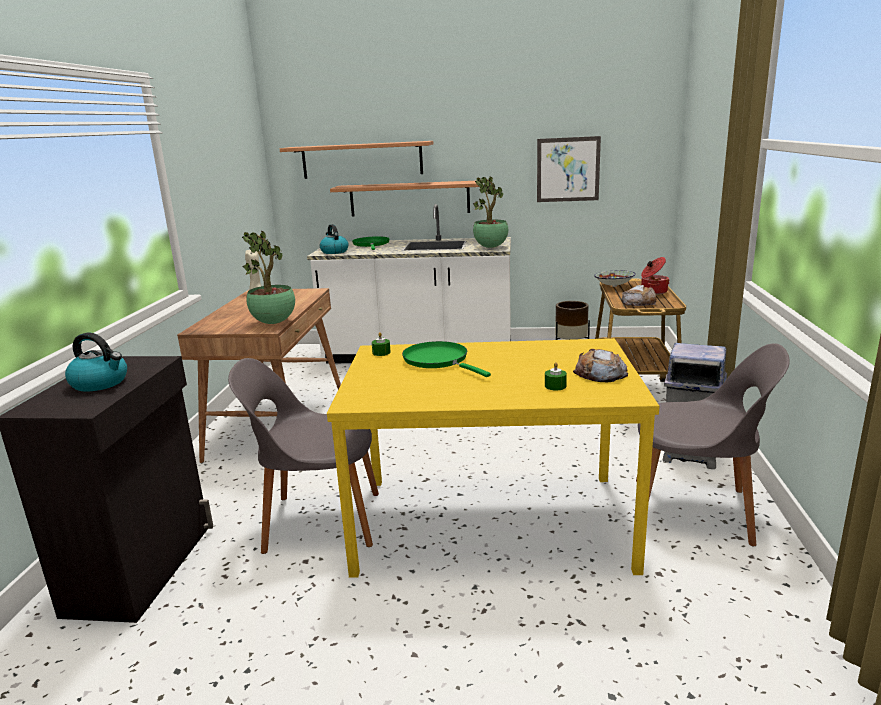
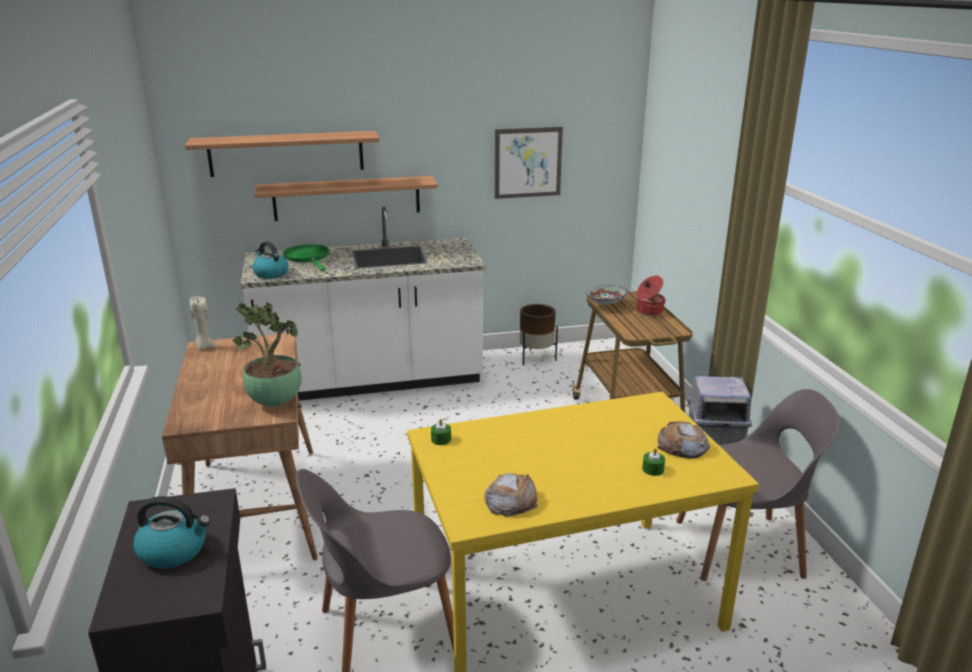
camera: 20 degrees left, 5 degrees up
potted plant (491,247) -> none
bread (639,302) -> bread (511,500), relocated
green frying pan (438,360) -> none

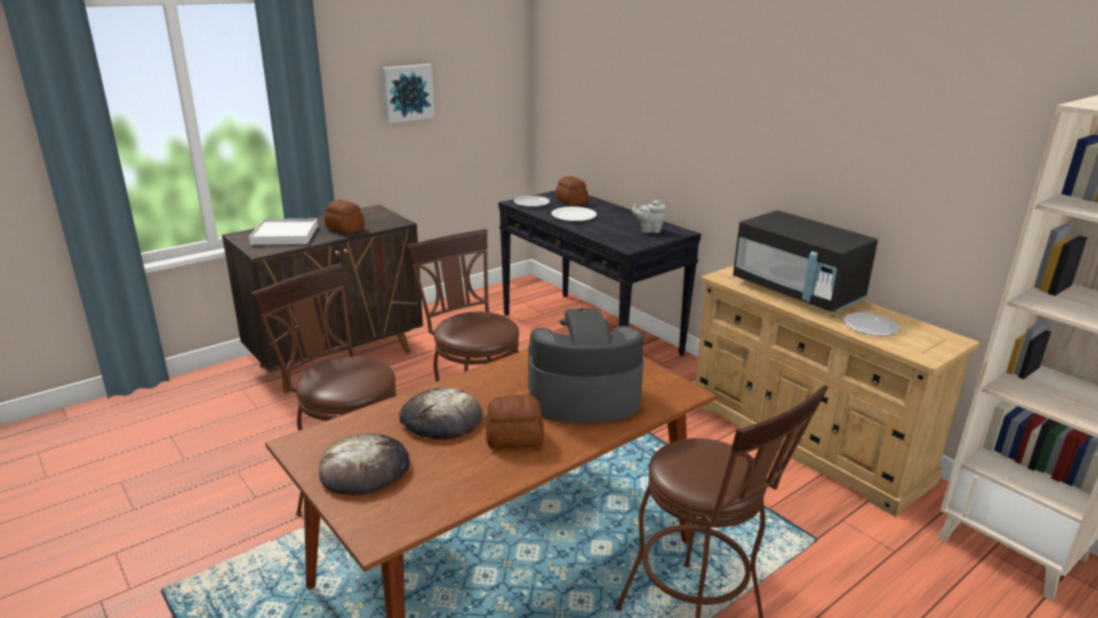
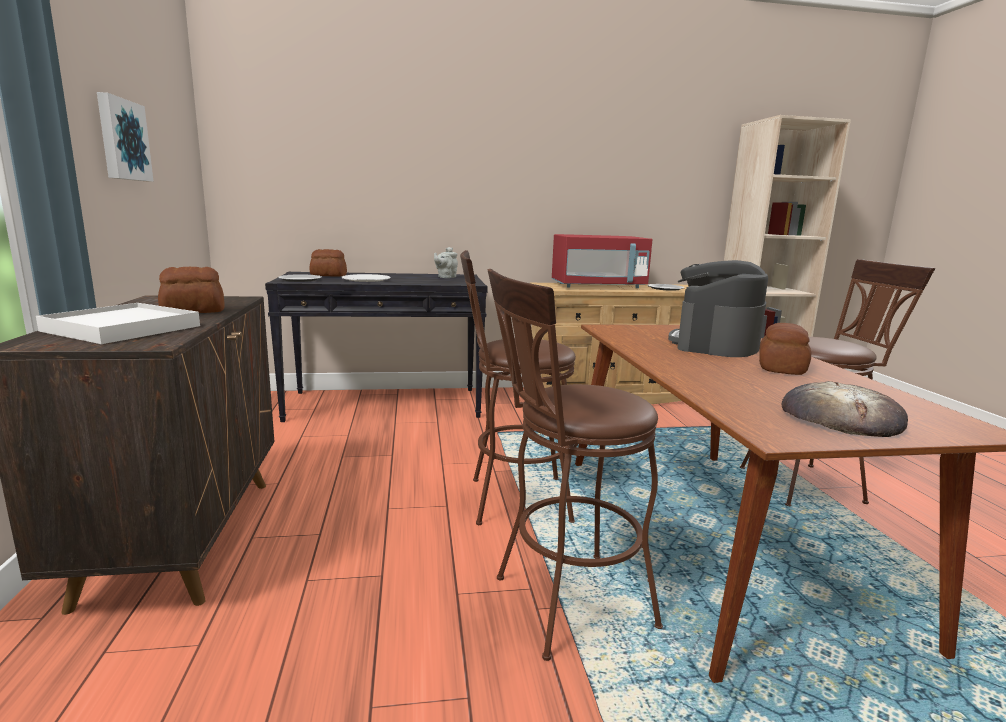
camera: 60 degrees left, 10 degrees down
black microwave (797,292) -> red microwave (598,286)
bread (441,419) -> none

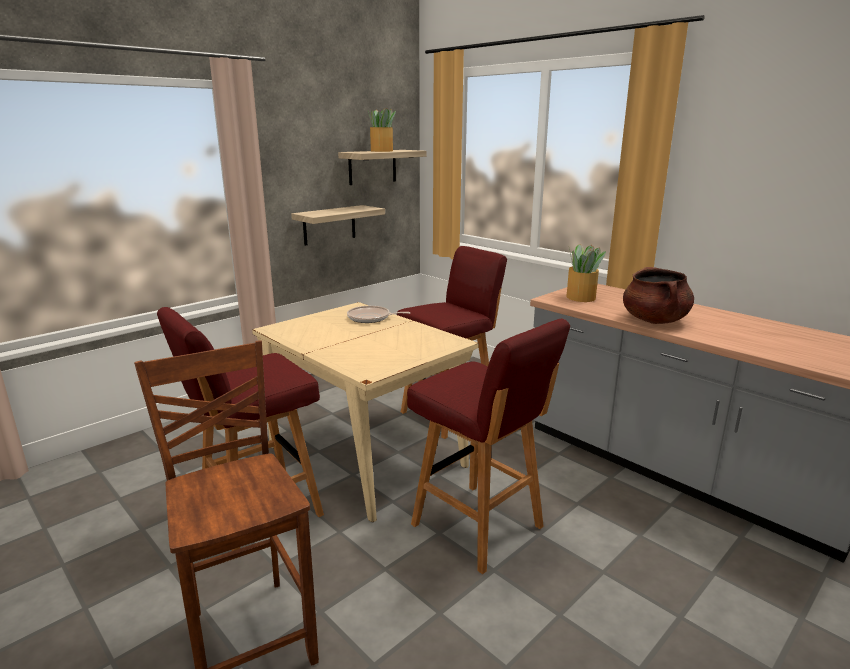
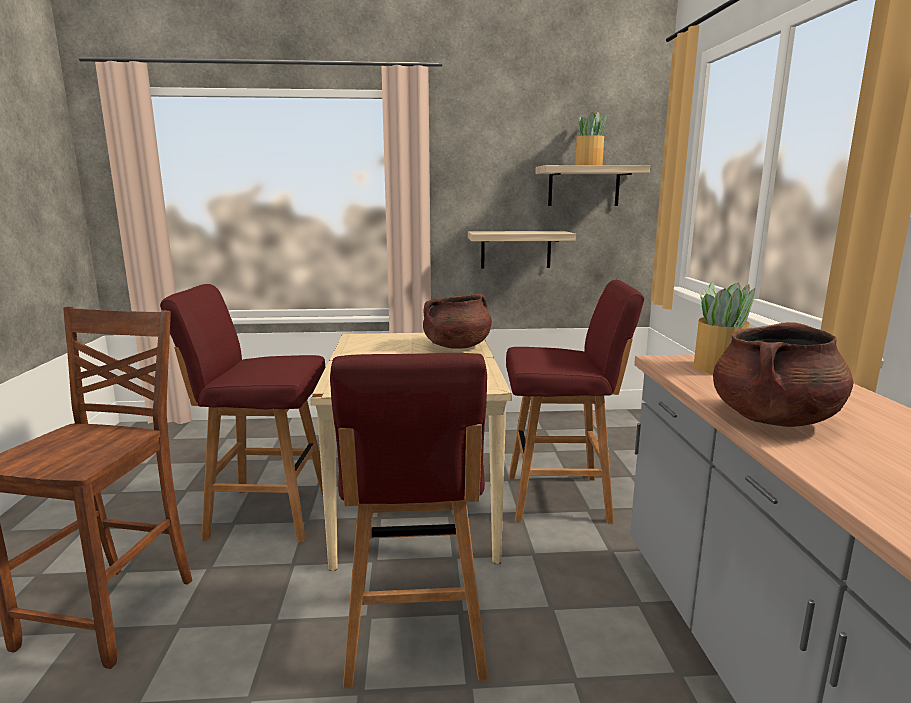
camera: 40 degrees right, 5 degrees down
frying pan (371,318) -> brown cooking pot (457,346)

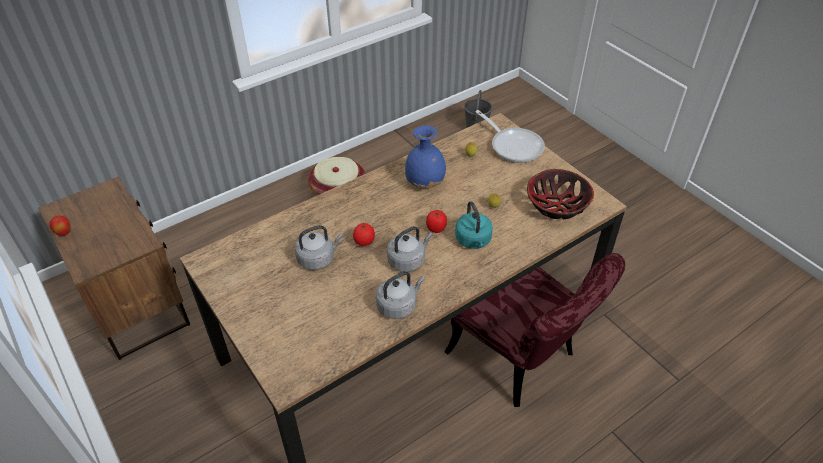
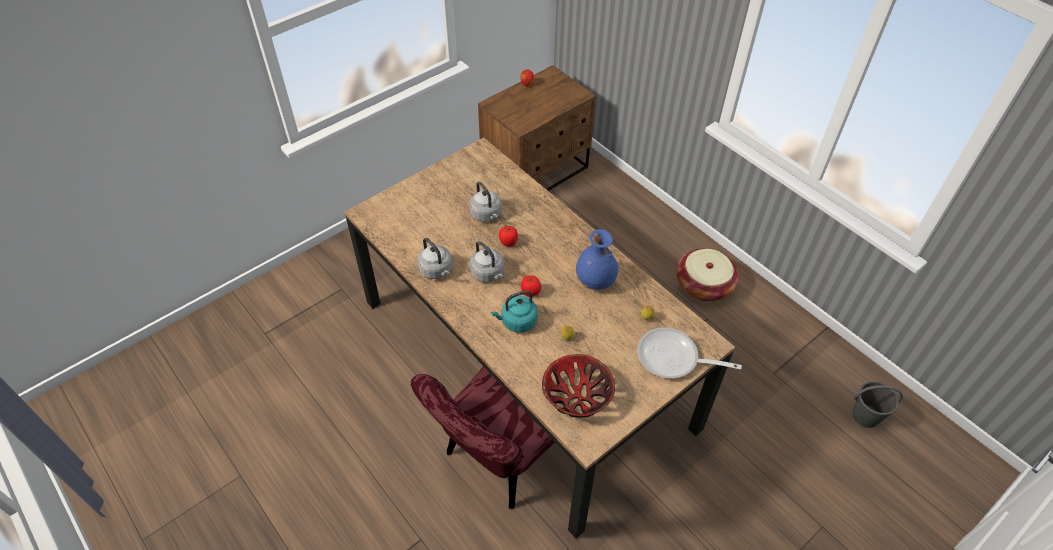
camera: 85 degrees right, 5 degrees up
frying pan (513,146) -> frying pan (673,358), 60 degrees clockwise

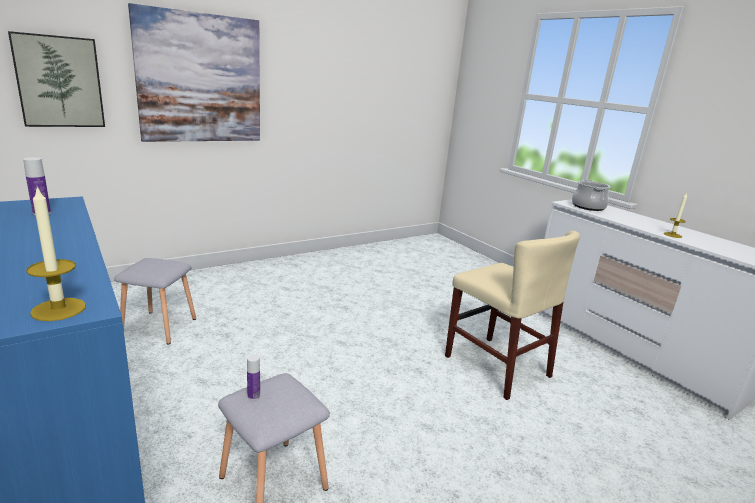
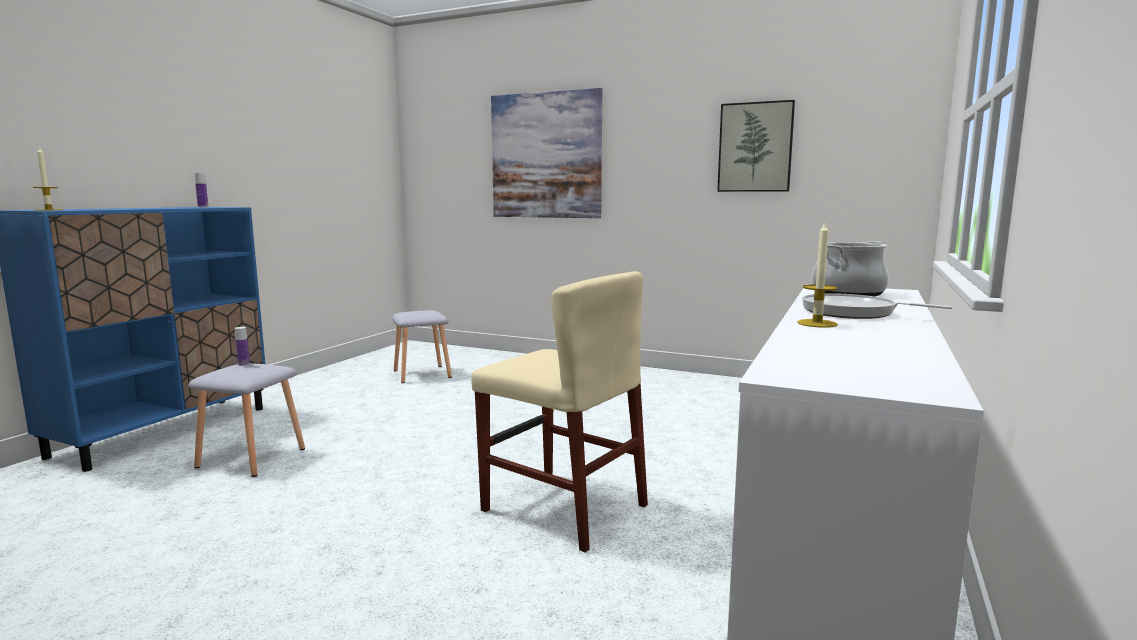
camera: 60 degrees right, 10 degrees down
picture (59,82) -> picture (755,147), relocated
beige chair (496,366) -> beige chair (564,508), 75 degrees counterclockwise
none -> frying pan (853,312)

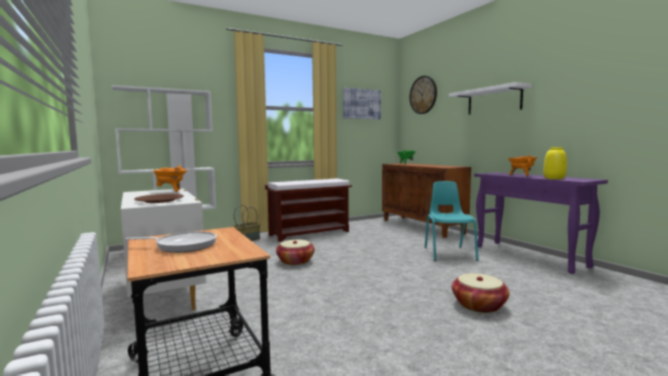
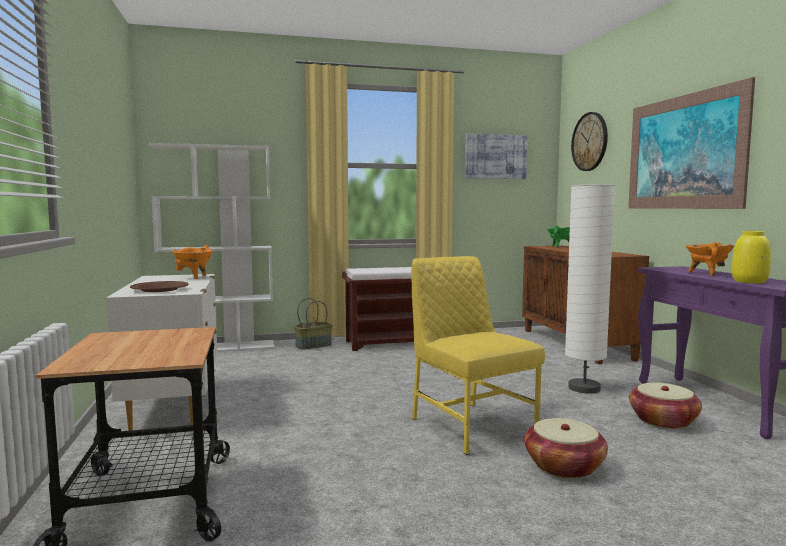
camera: 15 degrees right, 0 degrees up
white shelf (494,101) -> picture (683,152)
turquoise chair (449,253) -> white floor lamp (584,388)
frying pan (183,245) -> none
basket (295,261) -> basket (663,421), relocated
none -> yellow chair (470,425)

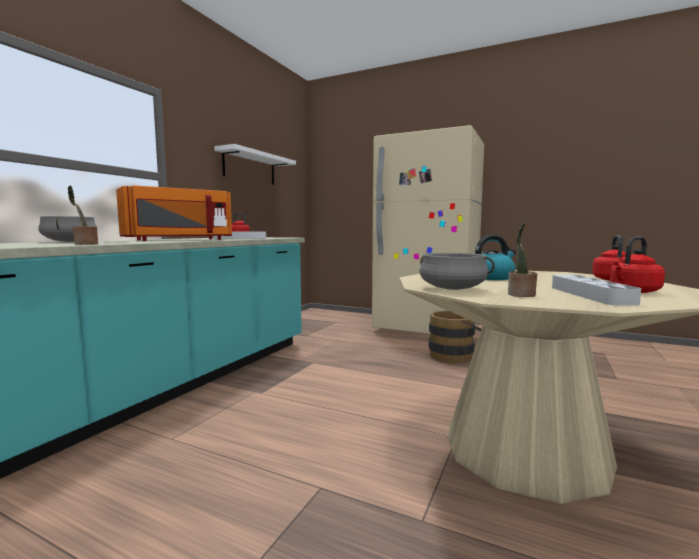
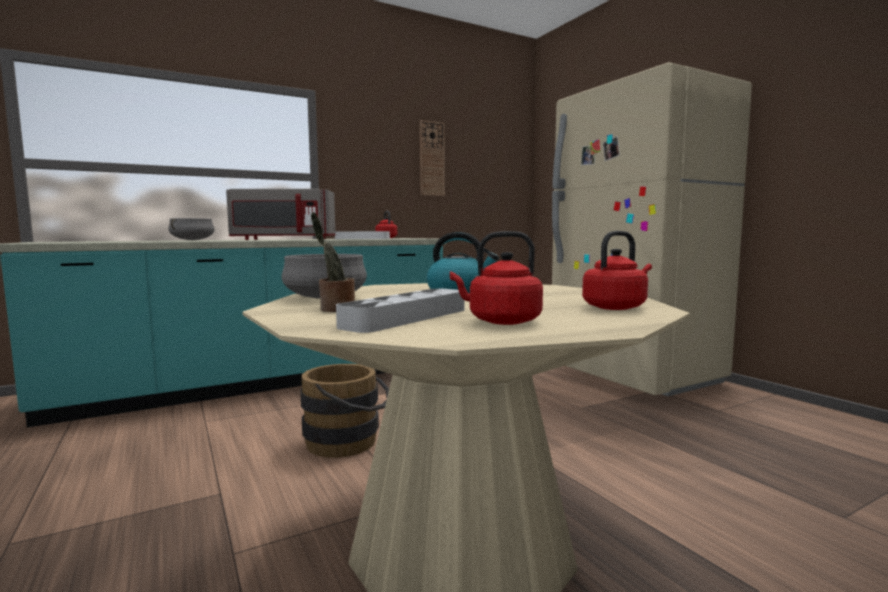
camera: 35 degrees right, 0 degrees up
white shelf (249,168) -> wall clock (431,159)
potted plant (84,244) -> none
orange microwave (179,240) -> grey microwave (283,239)
brown bucket (454,355) -> brown bucket (348,443), relocated

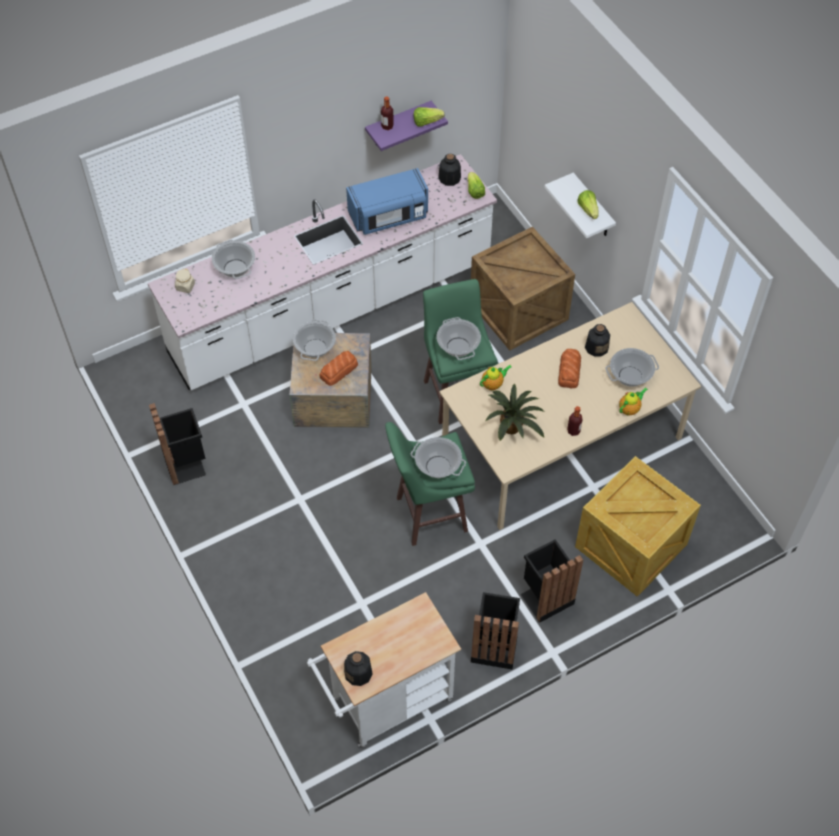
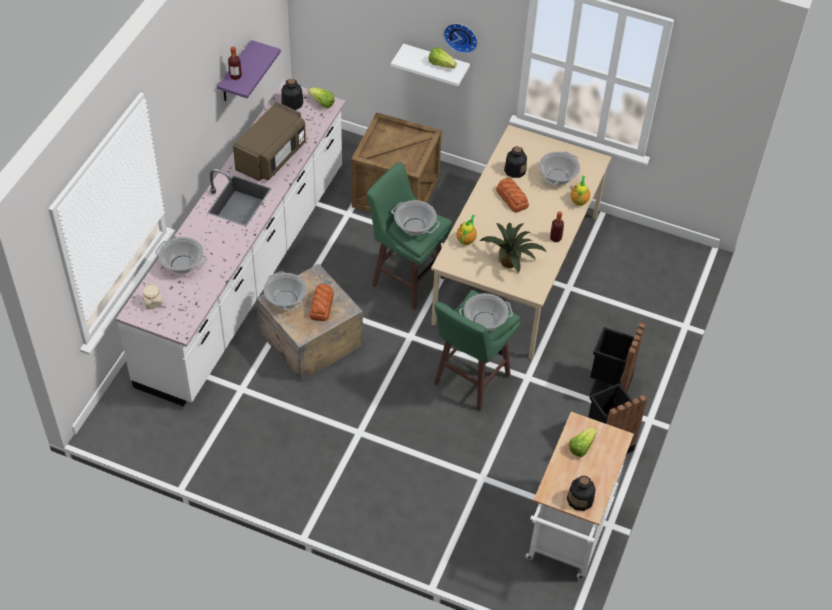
camera: 40 degrees left, 5 degrees down
lettuce (426,122) -> lettuce (581,447), relocated
blue microwave (389,216) -> brown microwave (272,156)
black trash can (186,463) -> none
crate (629,545) -> none
none -> wall clock (461,36)

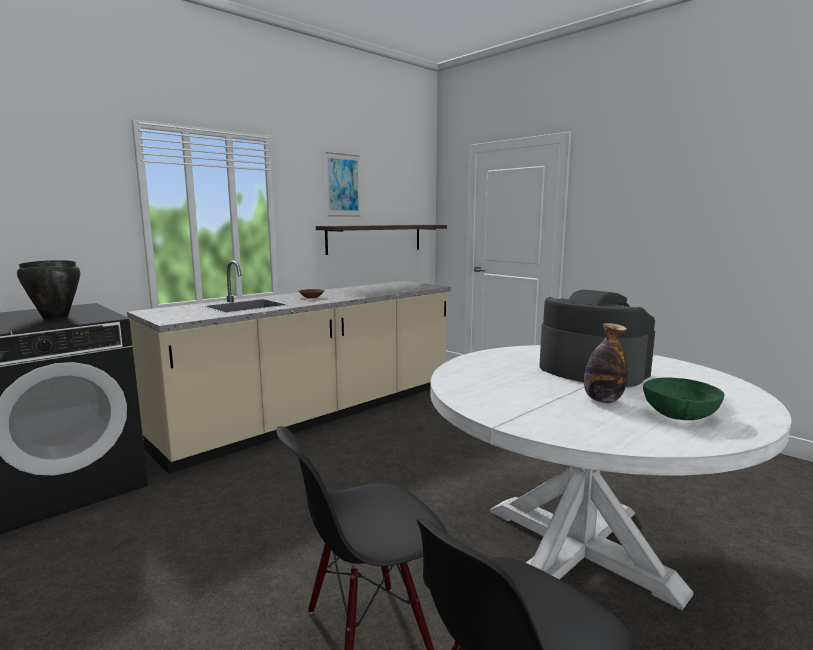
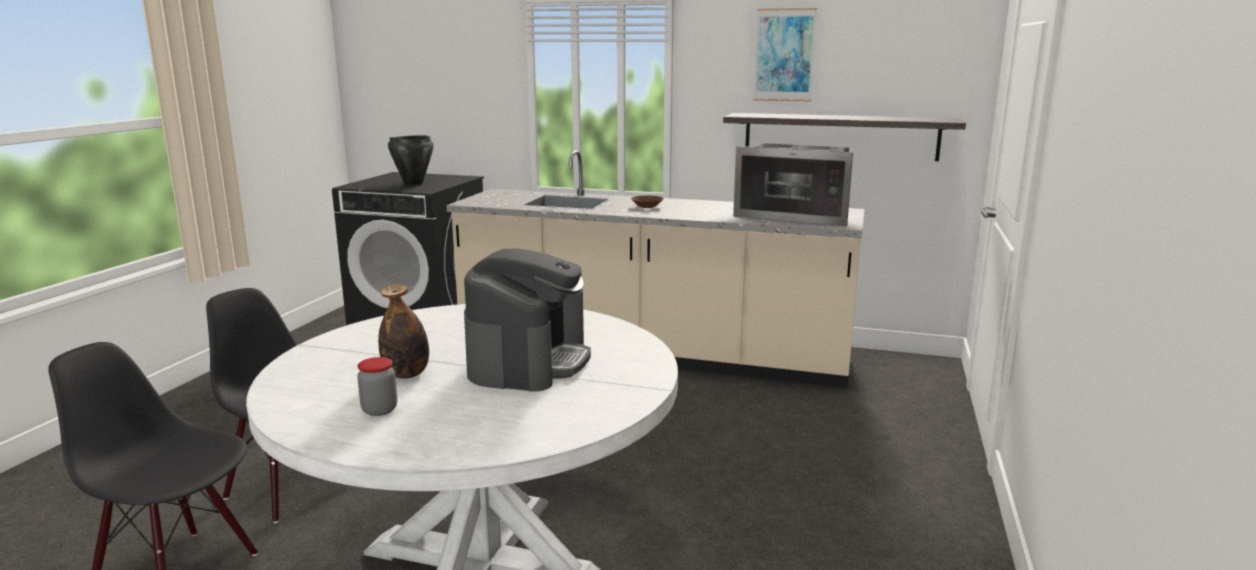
camera: 60 degrees right, 5 degrees up
green bowl (679,414) -> jar (379,410)
none -> microwave (795,215)

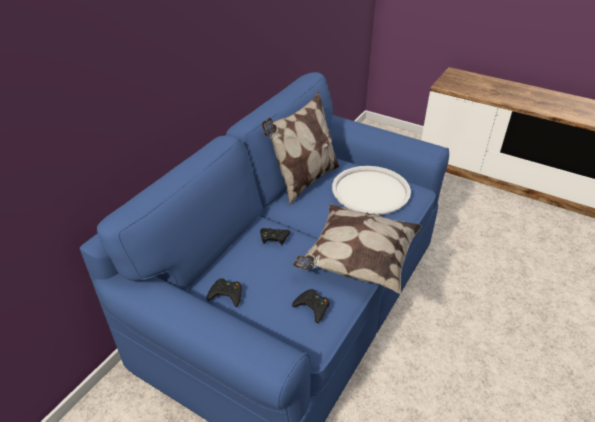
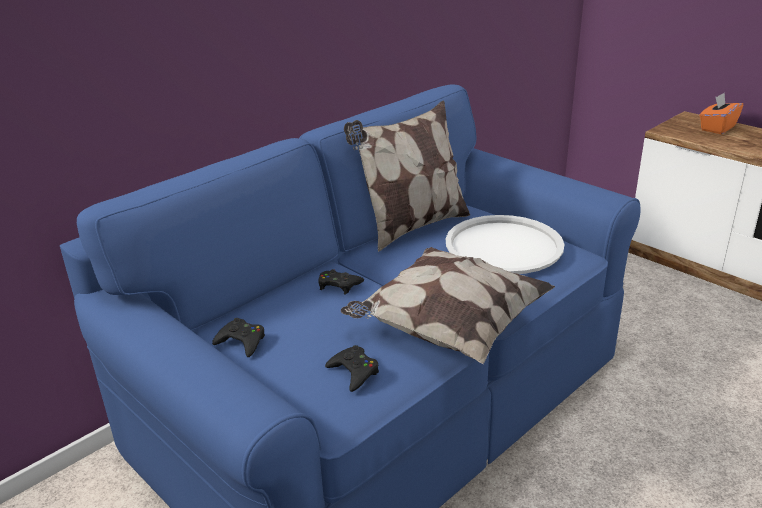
camera: 15 degrees right, 10 degrees down
none -> orange tissue box (717,128)

